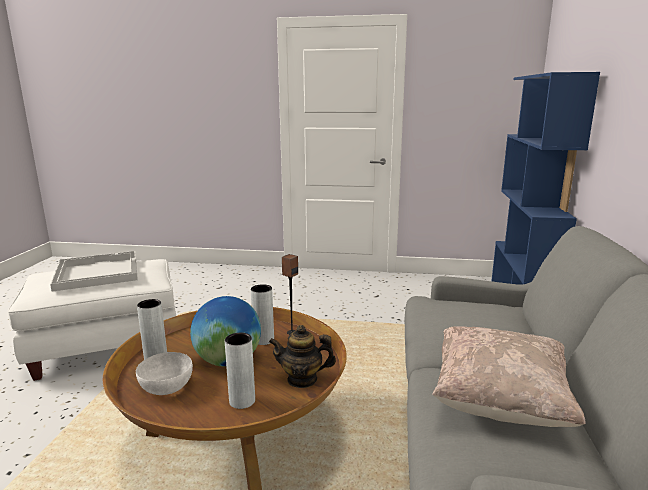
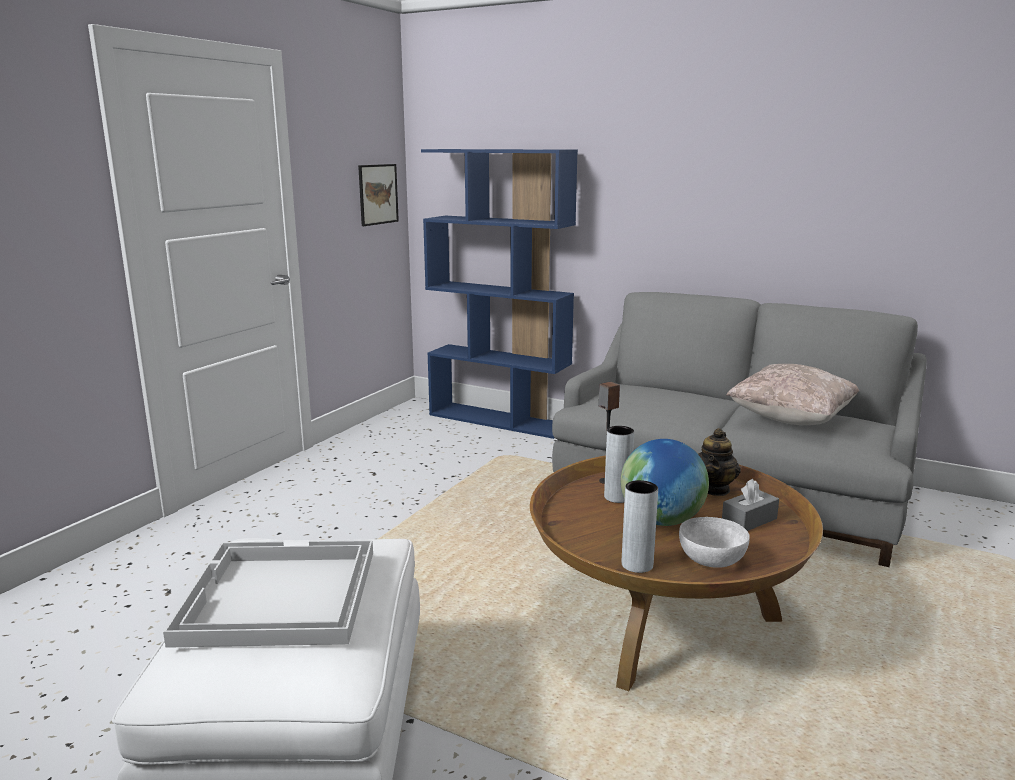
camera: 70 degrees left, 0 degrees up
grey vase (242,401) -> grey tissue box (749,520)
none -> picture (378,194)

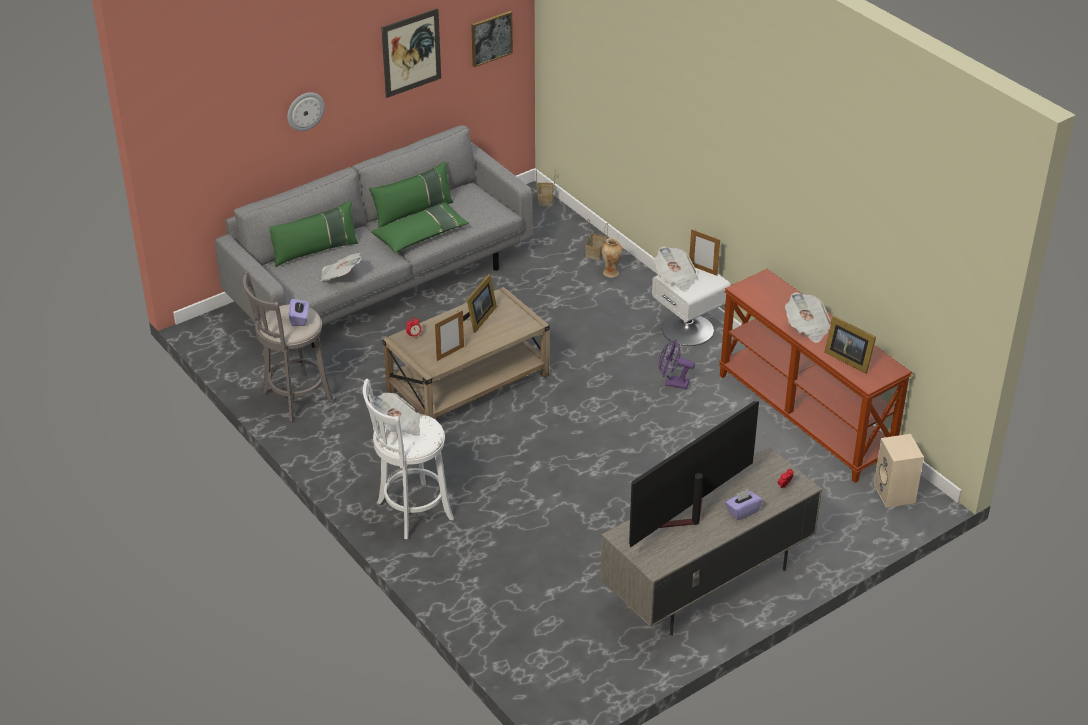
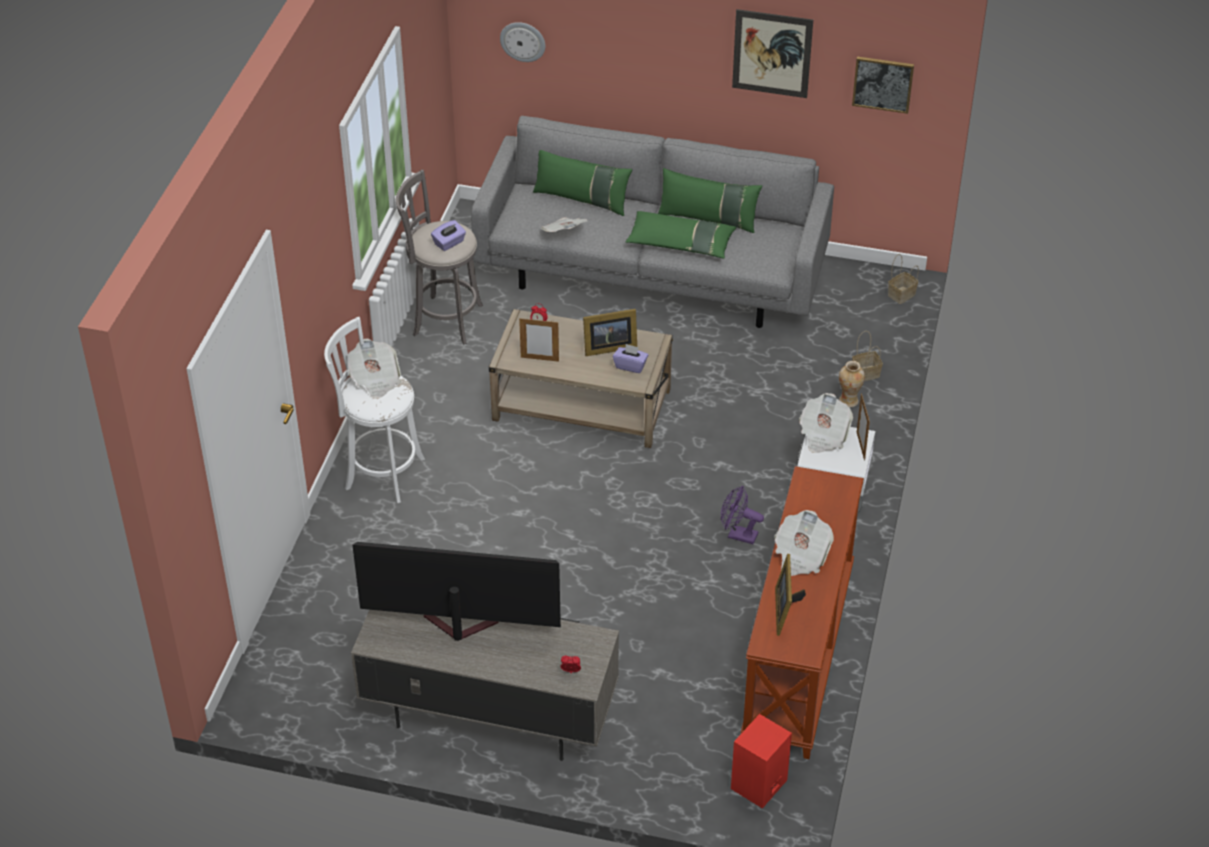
camera: 50 degrees right, 5 degrees up
wall clock (305,111) -> wall clock (523,41), relocated
purple fan (672,383) -> purple fan (737,535), 45 degrees counterclockwise
beige speaker (895,494) -> red speaker (759,786)
purple tissue box (742,511) -> purple tissue box (630,366), relocated

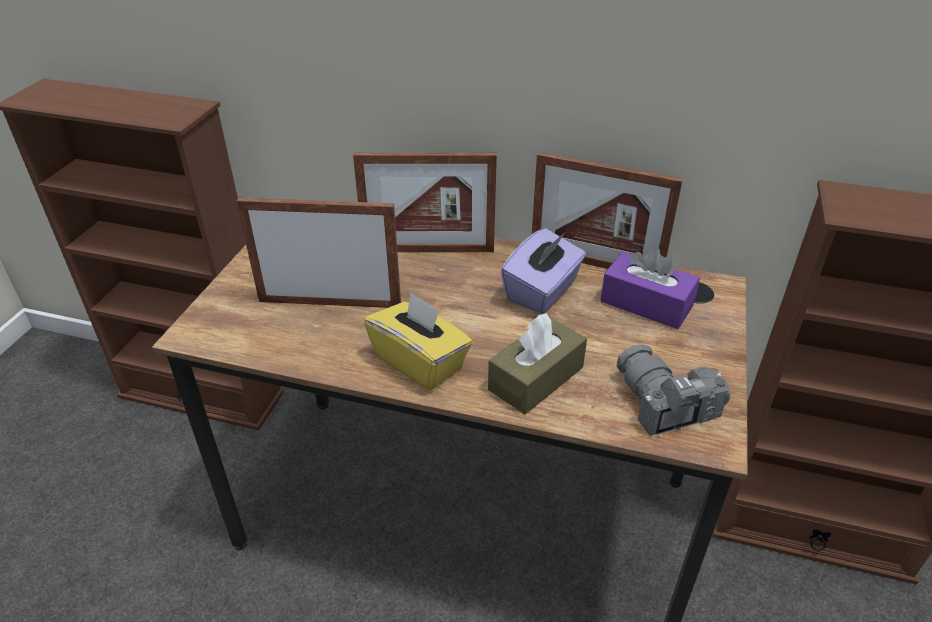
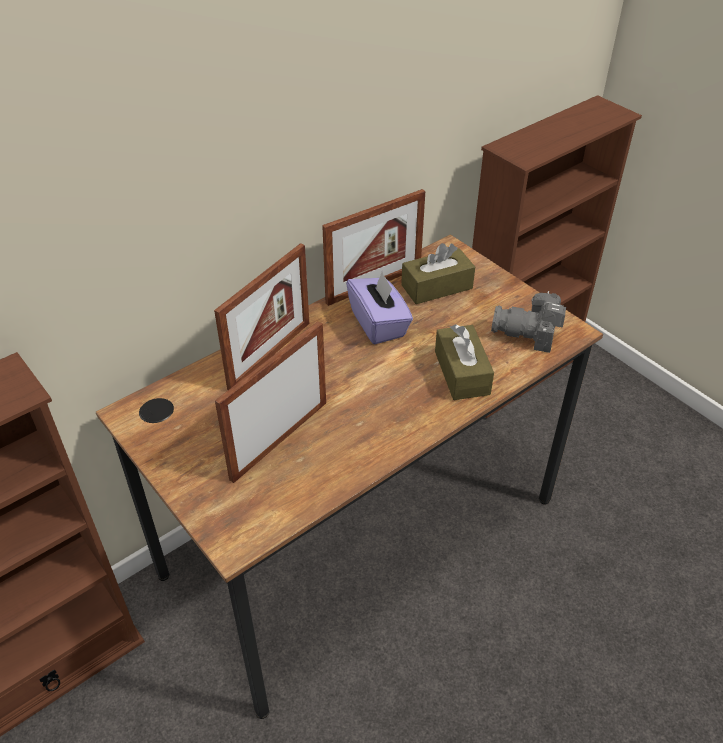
camera: 55 degrees left, 5 degrees up
purple tissue box (646,303) -> brown tissue box (436,287)
yellow tissue box (420,362) -> none

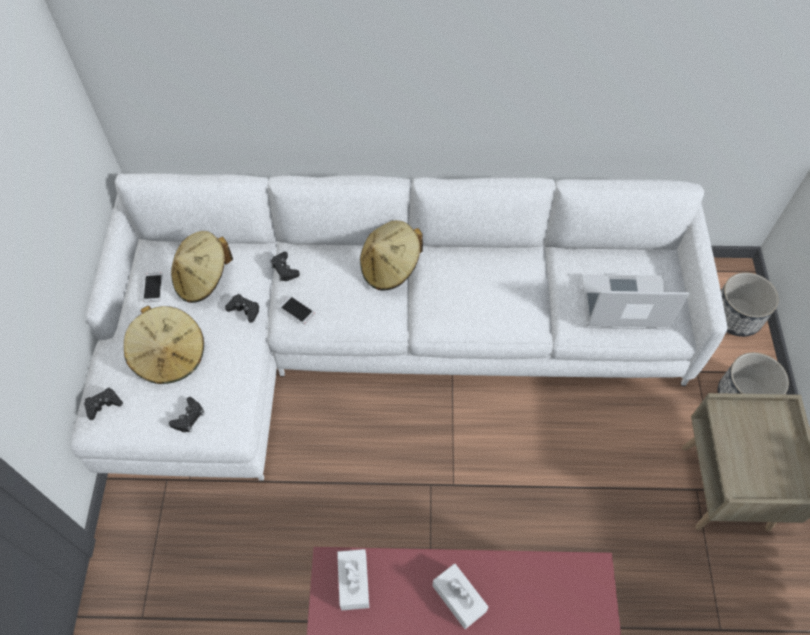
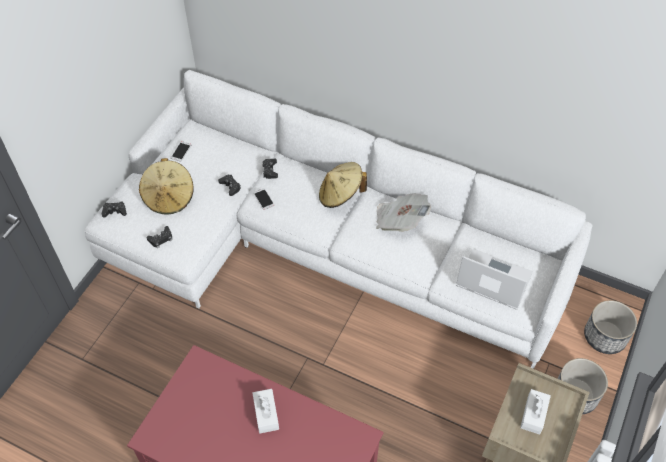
camera: 25 degrees right, 5 degrees down
beige hat (203,279) -> none
white tissue box (353,582) -> white tissue box (533,415), relocated
none -> newspaper (400,220)

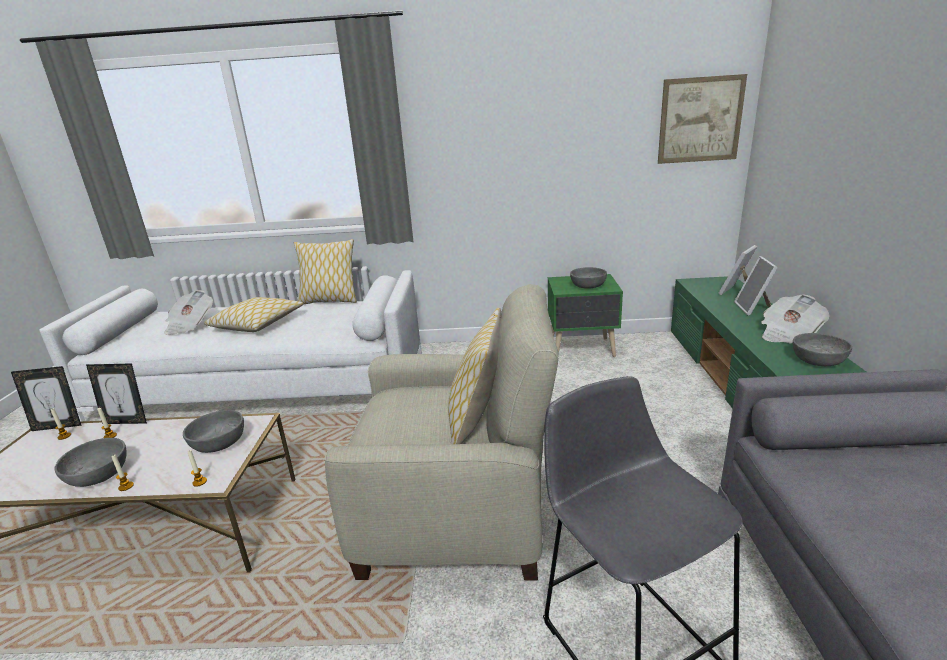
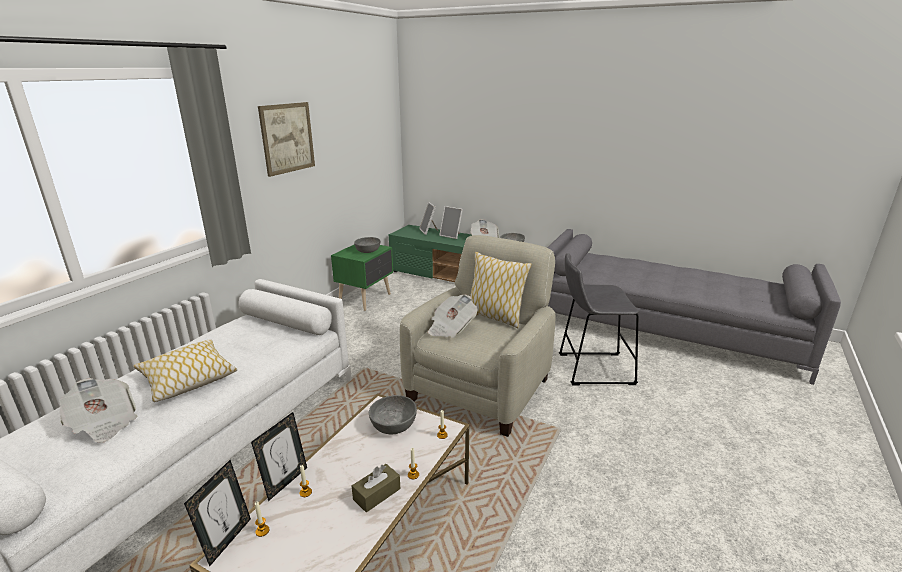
camera: 65 degrees left, 0 degrees up
picture (700,120) -> picture (287,138), relocated
pillow (330,301) -> none
grey bowl (98,474) -> brown tissue box (377,494)
none -> newspaper (451,328)

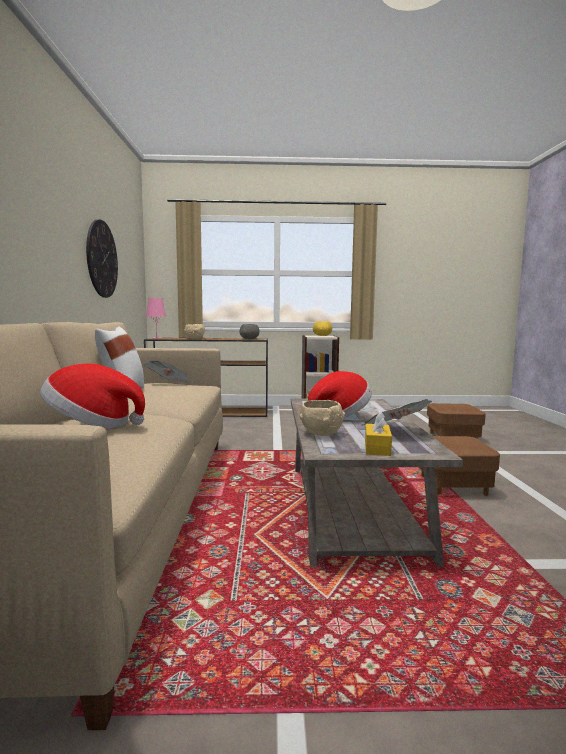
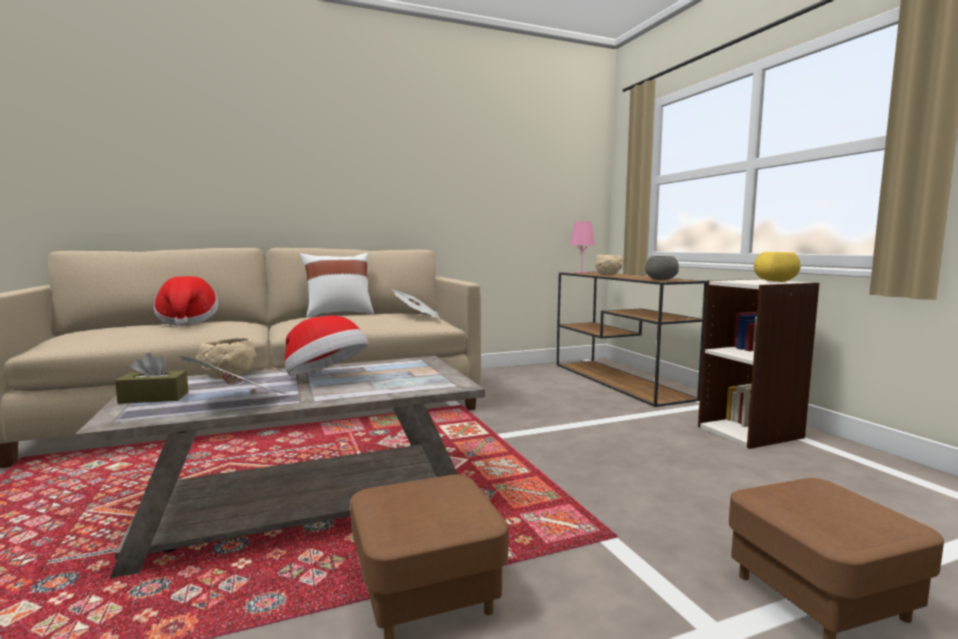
camera: 70 degrees right, 0 degrees up
wall clock (102,259) -> none
yellow tissue box (377,448) -> brown tissue box (154,398)

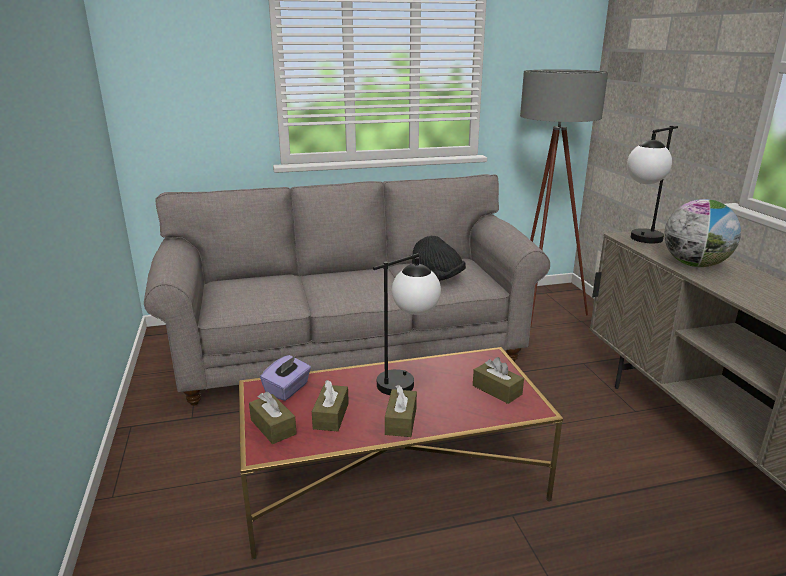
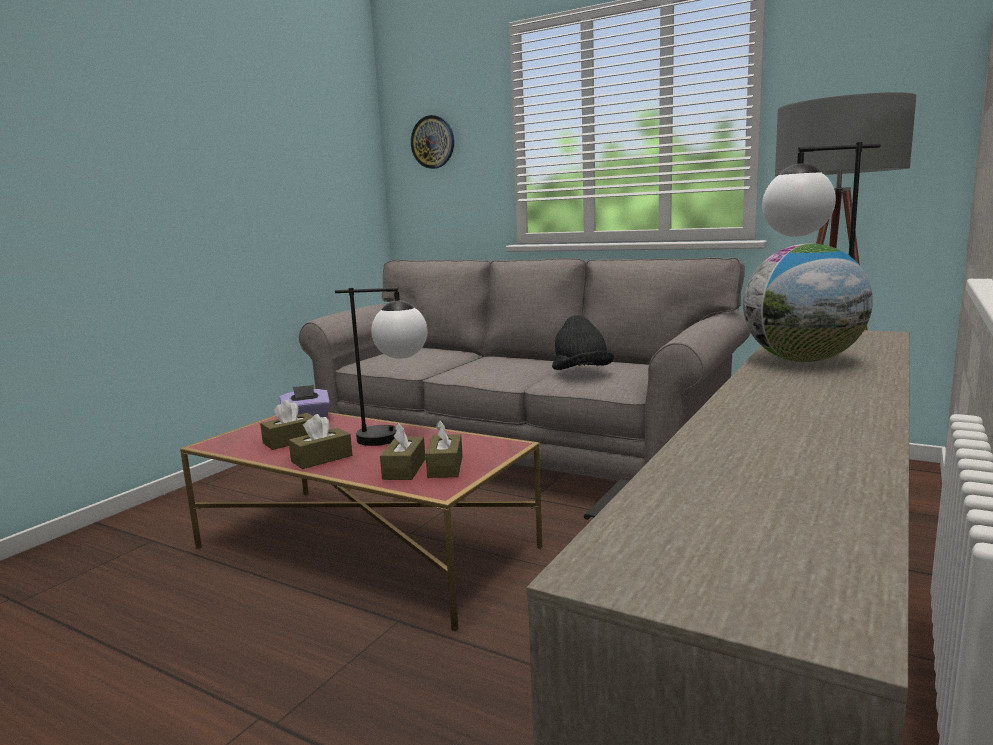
camera: 45 degrees right, 10 degrees down
brown tissue box (273,427) -> brown tissue box (404,469), relocated
none -> wall clock (433,142)

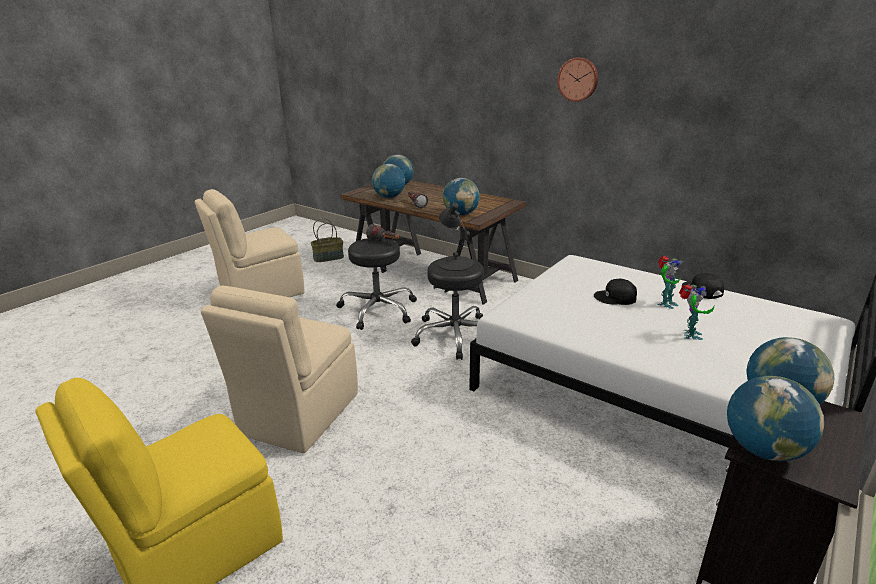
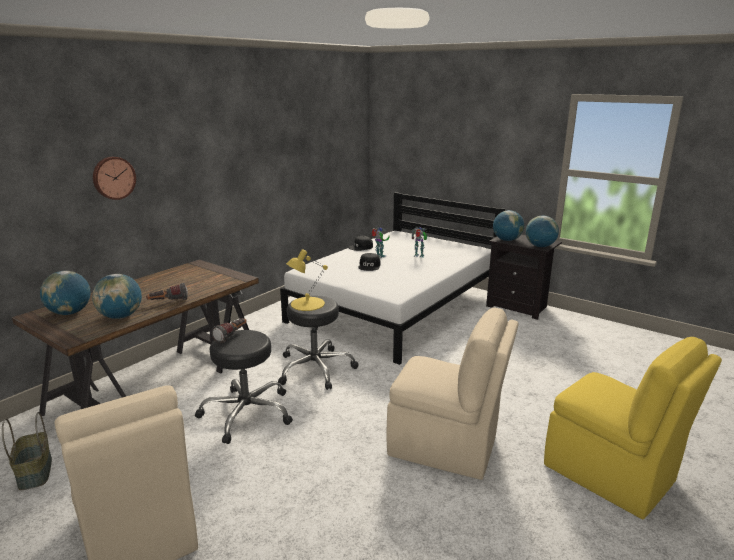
camera: 90 degrees left, 5 degrees down
wall clock (578,79) -> wall clock (113,178), relocated
globe (461,214) -> none
black table lamp (455,263) -> yellow table lamp (307,304)

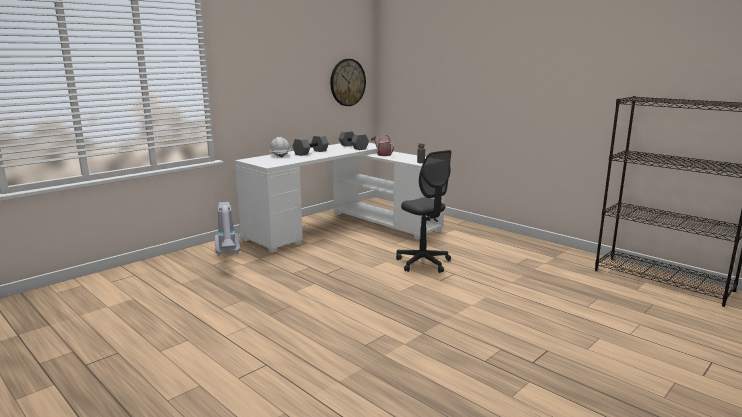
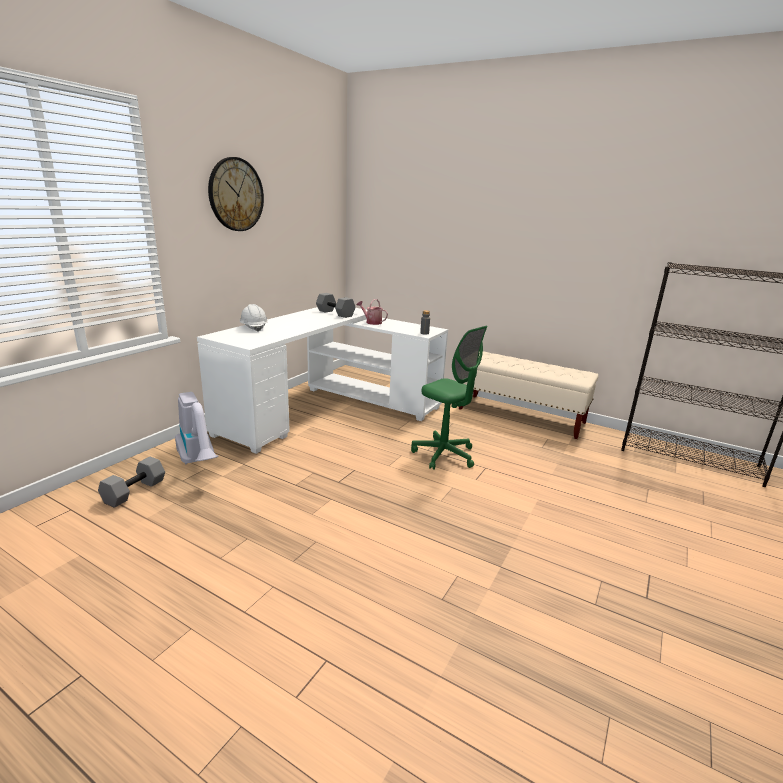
camera: 15 degrees left, 5 degrees up
wall clock (347,82) -> wall clock (236,195), relocated
grey dumbbell (311,152) -> grey dumbbell (134,492), relocated
grey office chair (423,263) -> green office chair (444,455)
none -> beige bench (521,416)

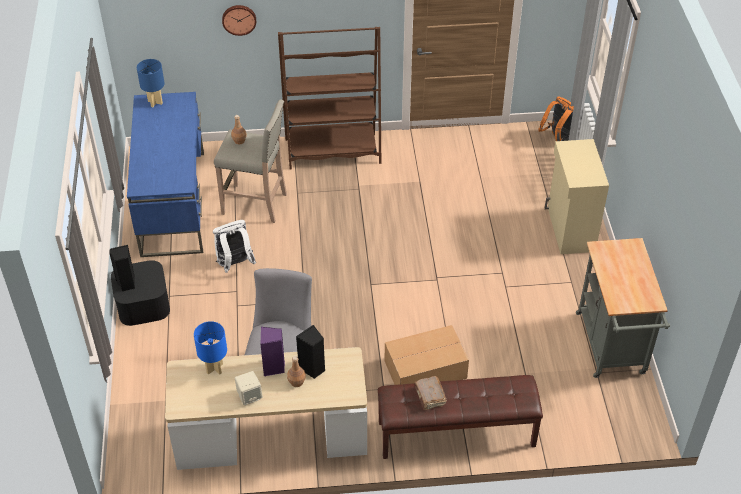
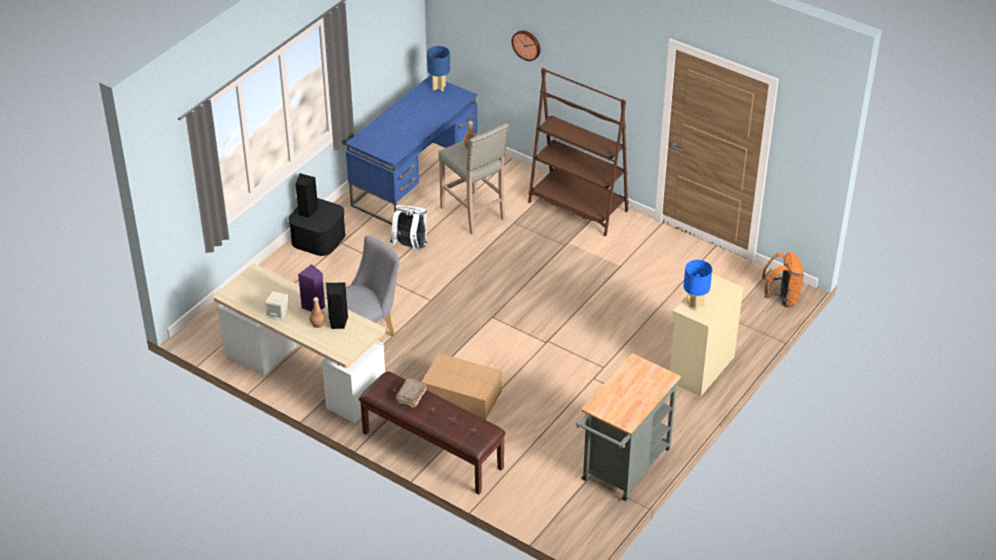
camera: 40 degrees right, 5 degrees down
blue table lamp (214,368) -> blue table lamp (694,305), relocated

